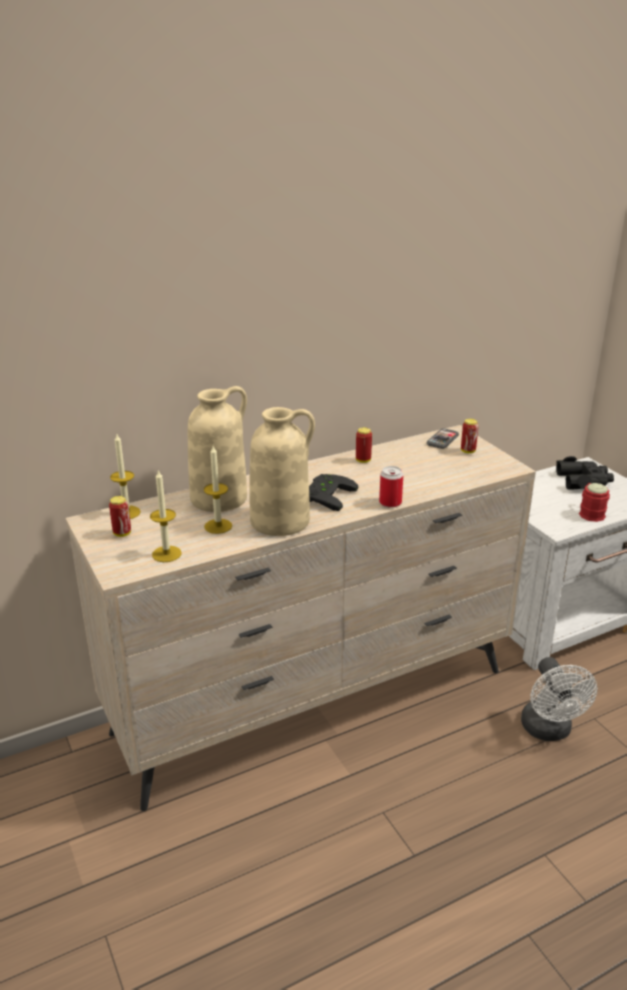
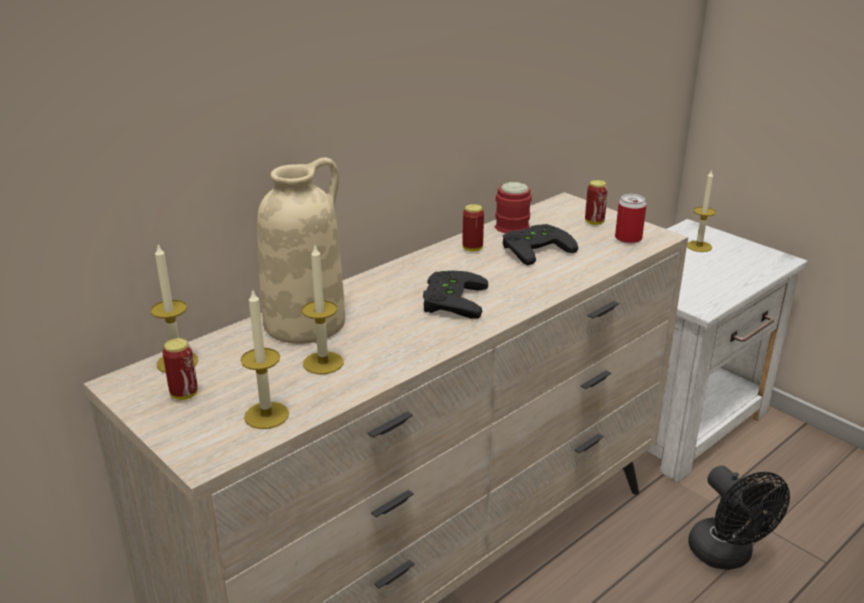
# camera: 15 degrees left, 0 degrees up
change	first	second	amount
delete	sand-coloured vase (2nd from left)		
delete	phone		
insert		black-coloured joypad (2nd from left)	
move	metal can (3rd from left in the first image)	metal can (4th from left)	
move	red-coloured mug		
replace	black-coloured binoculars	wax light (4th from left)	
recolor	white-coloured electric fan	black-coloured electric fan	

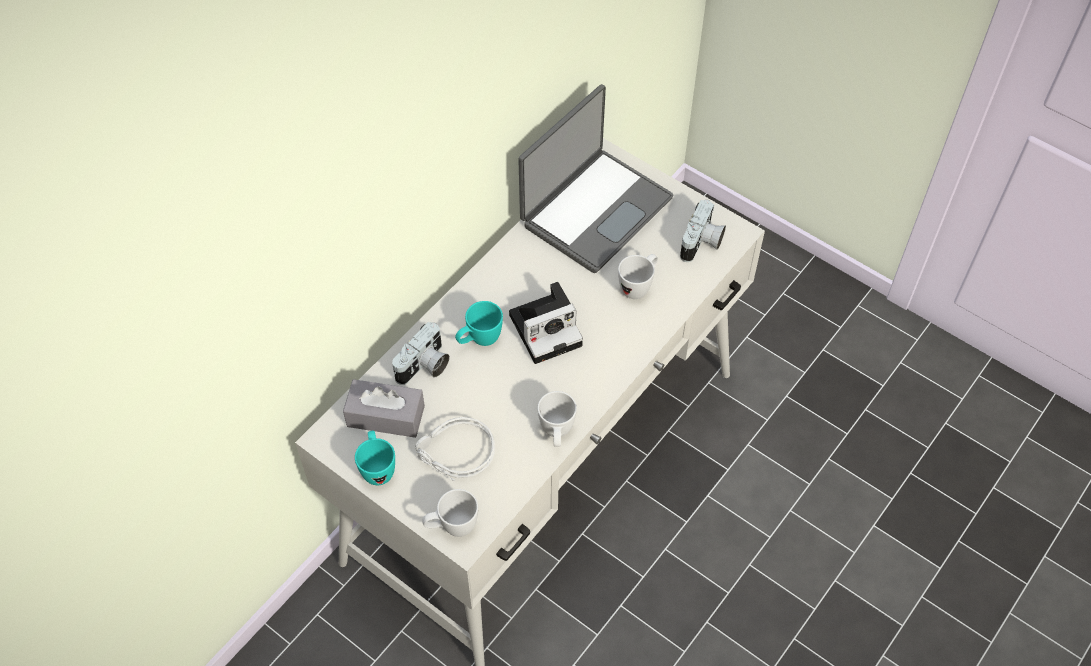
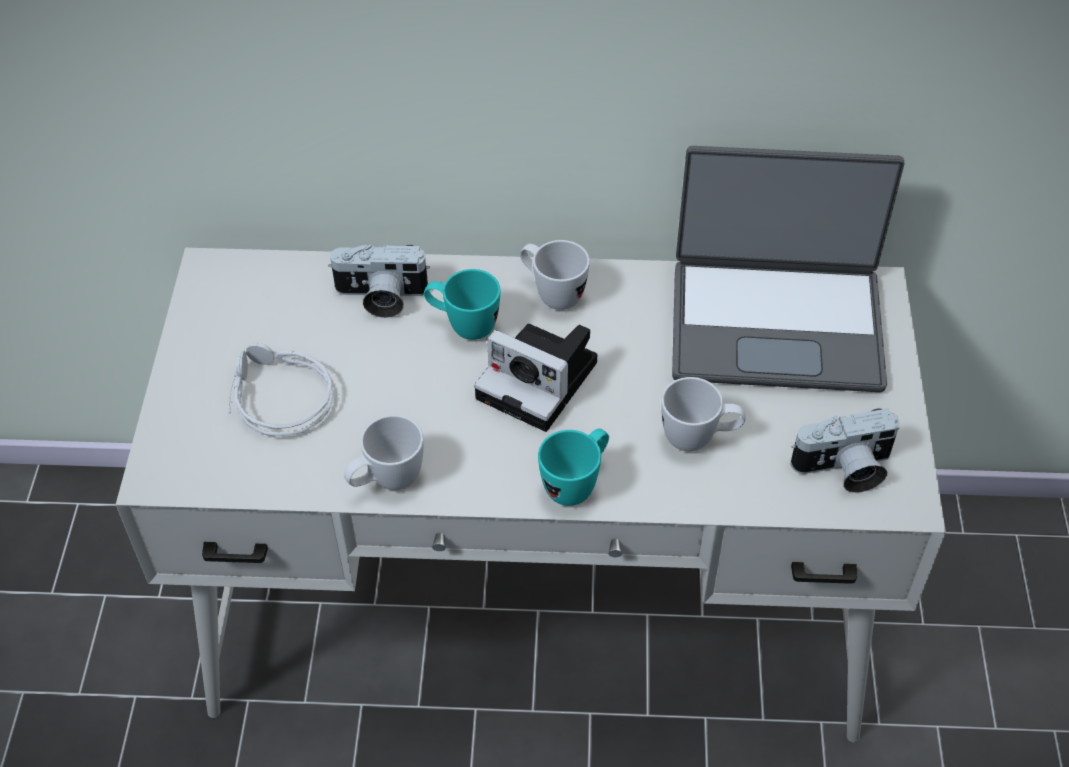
# camera: 55 degrees right, 5 degrees down
change	first	second	amount
delete	gray tissue box		
move	turquoise mug (1st from left in the first image)	turquoise mug (2nd from left)	
move	white-coloured mug (1st from left in the first image)	white-coloured mug (2nd from left)	

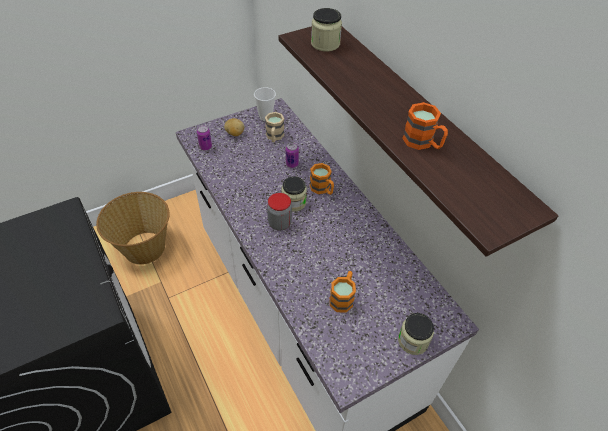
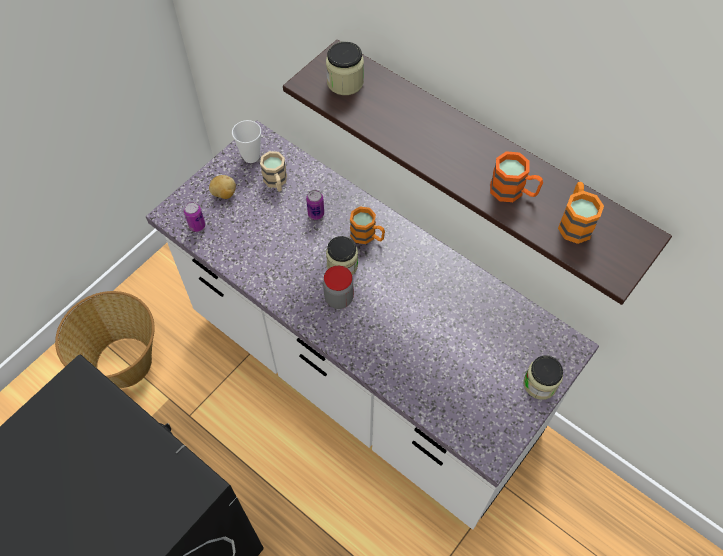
# camera: 20 degrees left, 10 degrees up
change	first	second	amount
move	orangey mug (2nd from left in the first image)	orangey mug (3rd from left)	

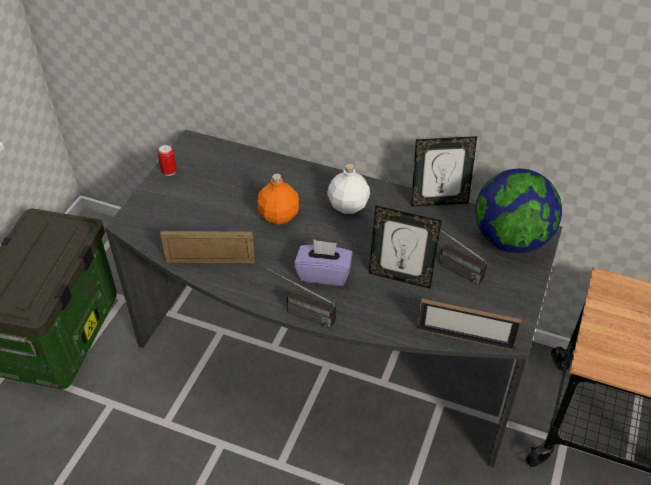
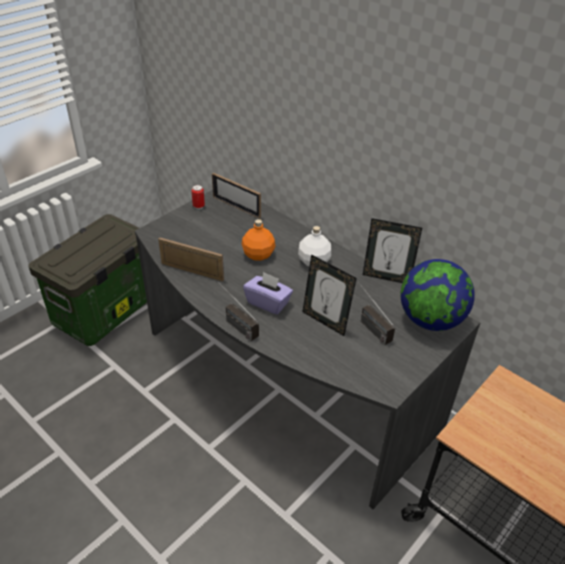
# camera: 20 degrees right, 5 degrees down
change	first	second	amount
move	picture frame (4th from left in the first image)	picture frame (2nd from left)	

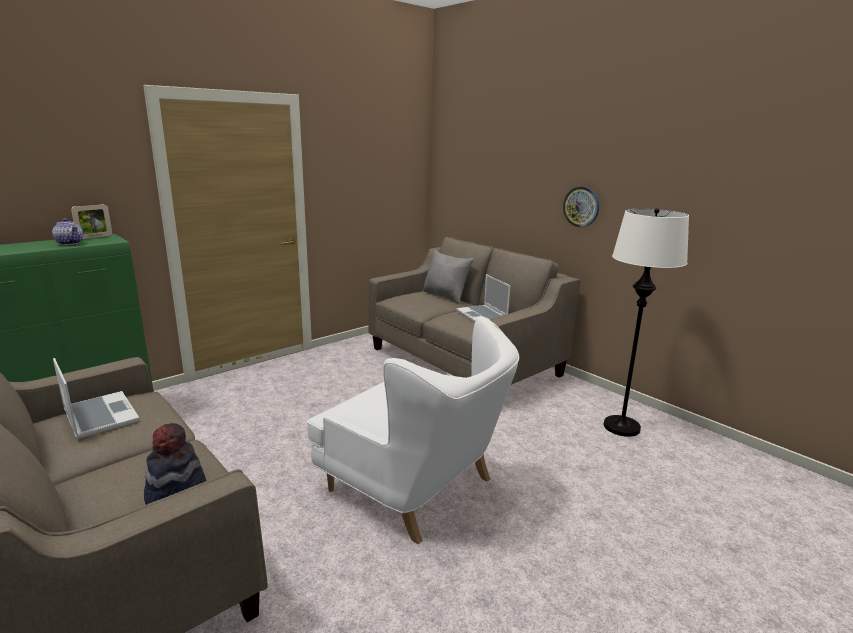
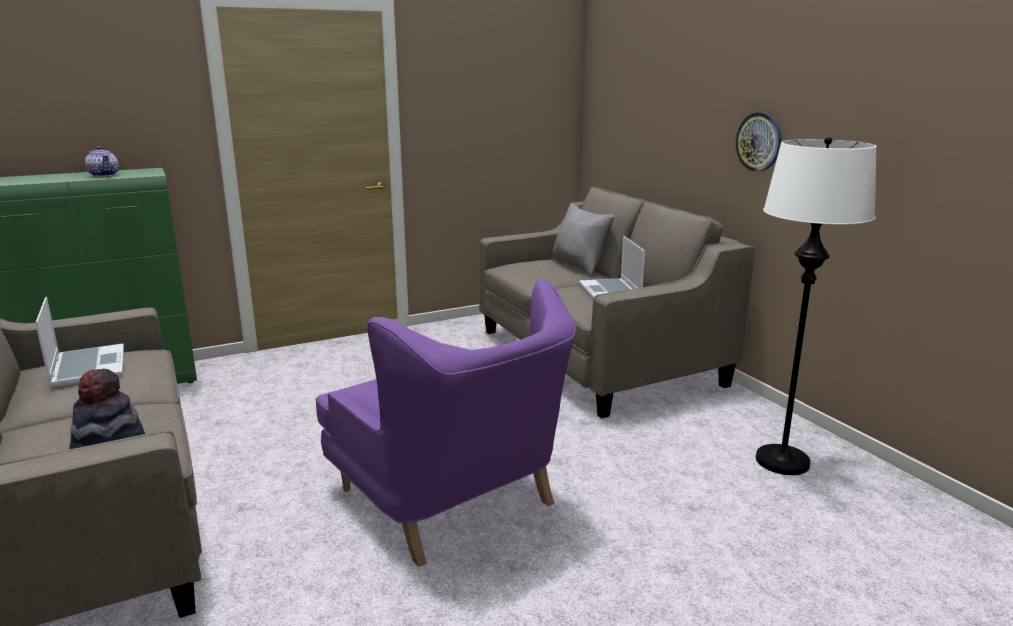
# camera: 15 degrees right, 0 degrees up
change	first	second	amount
delete	picture frame		
recolor	white-coloured lounge chair	purplish lounge chair	

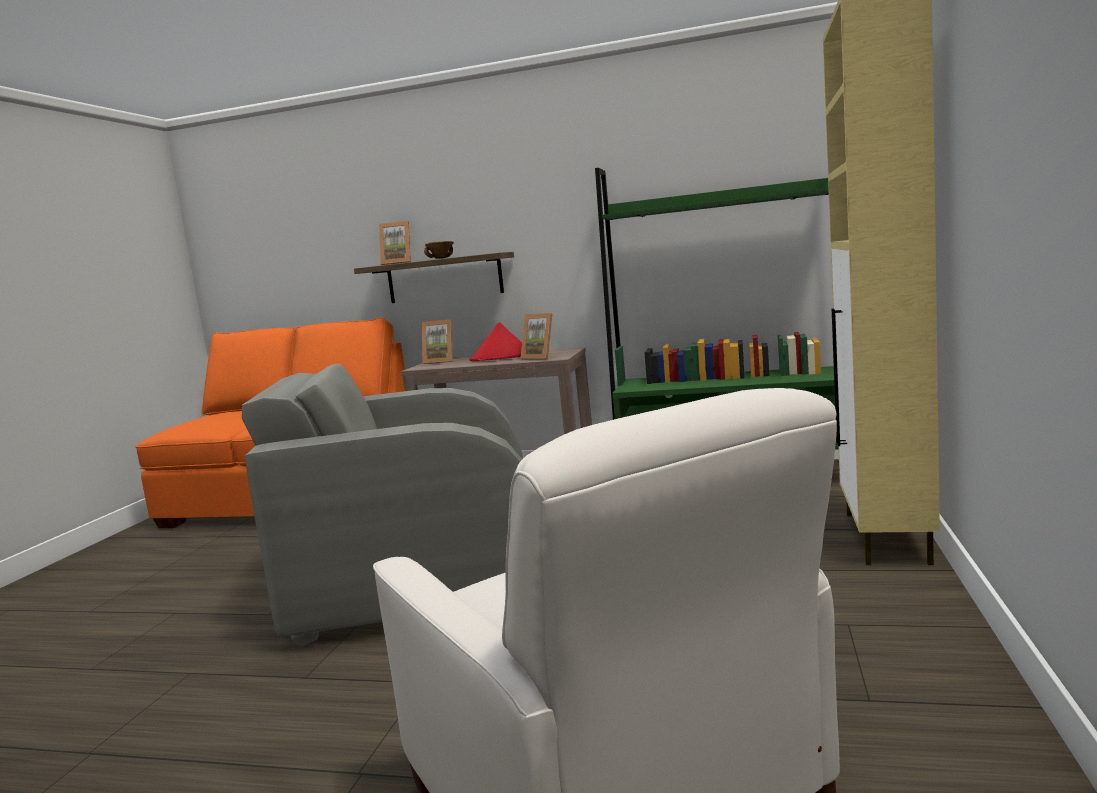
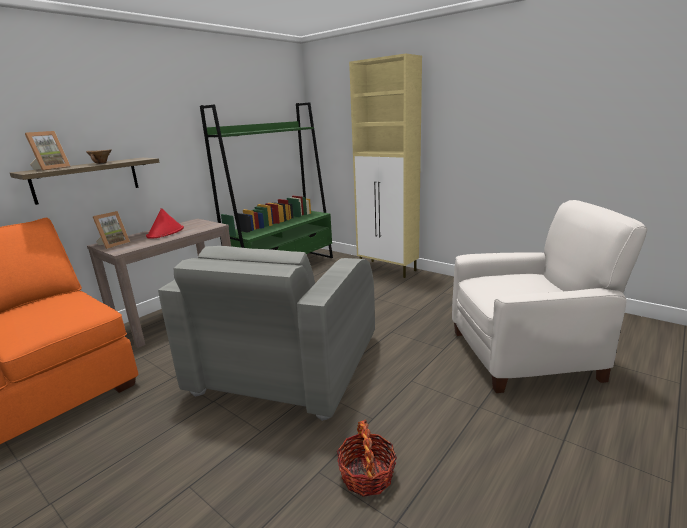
# camera: 65 degrees left, 10 degrees up
change	first	second	amount
delete	picture frame (3rd from left)		
insert		storage basket	

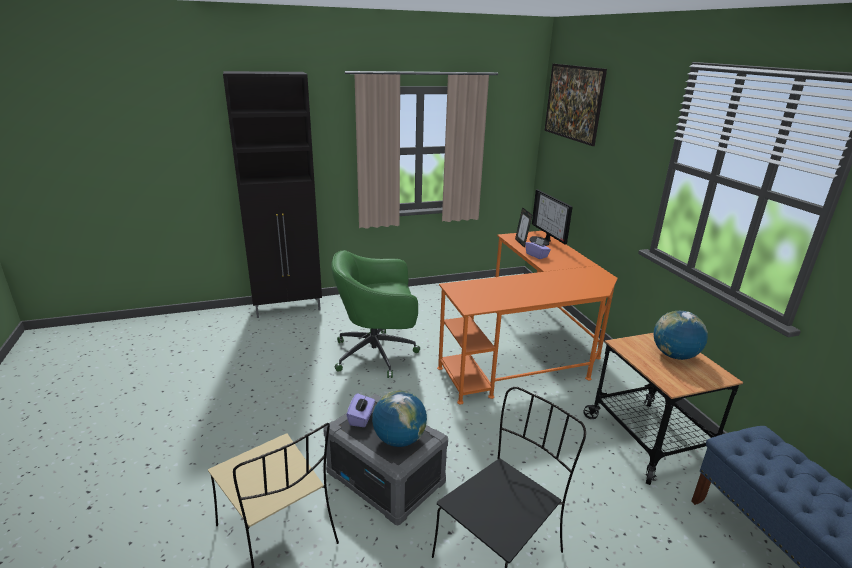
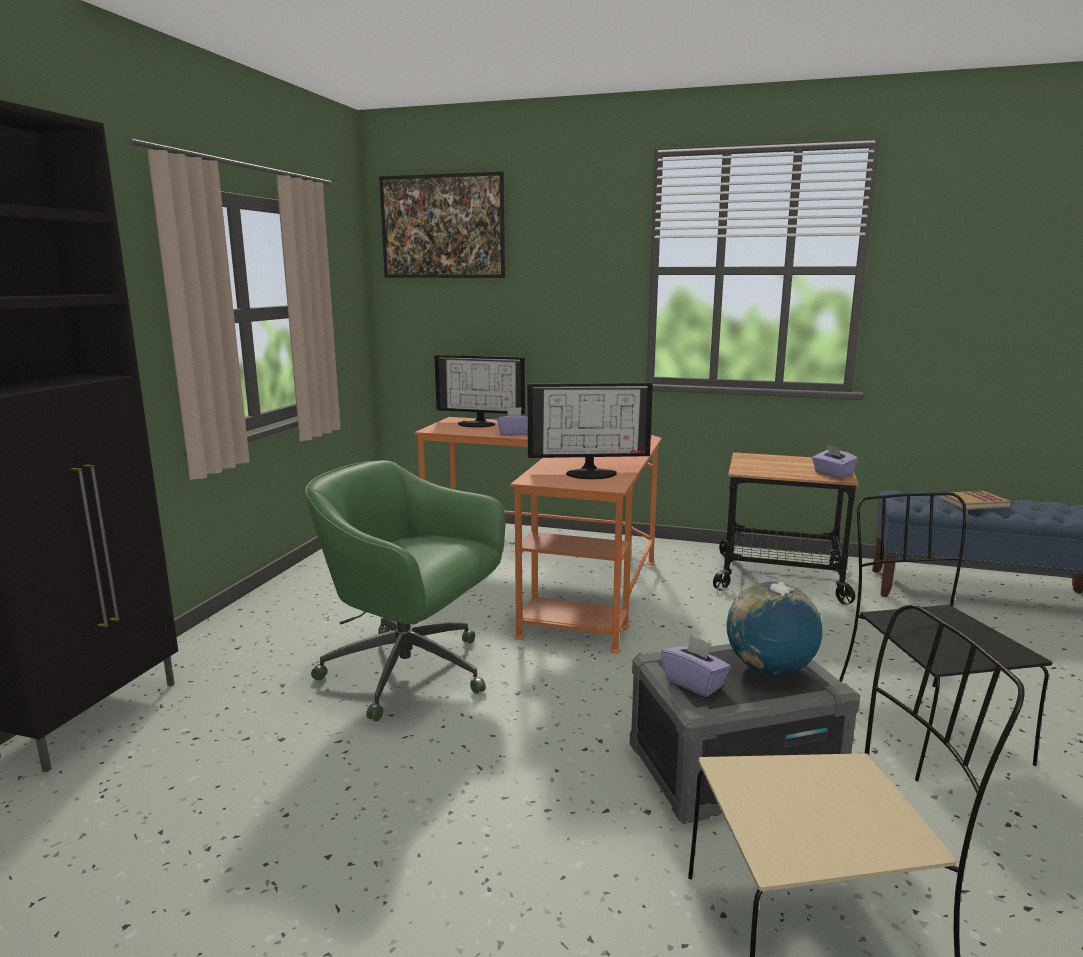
# camera: 55 degrees left, 10 degrees down
change	first	second	amount
delete	picture frame		
delete	globe (2nd from left)		
insert		computer screen (2nd from left)	
insert		purplish tissue box (3rd from left)	
insert		volume	
rotate	green desk chair		90 degrees clockwise

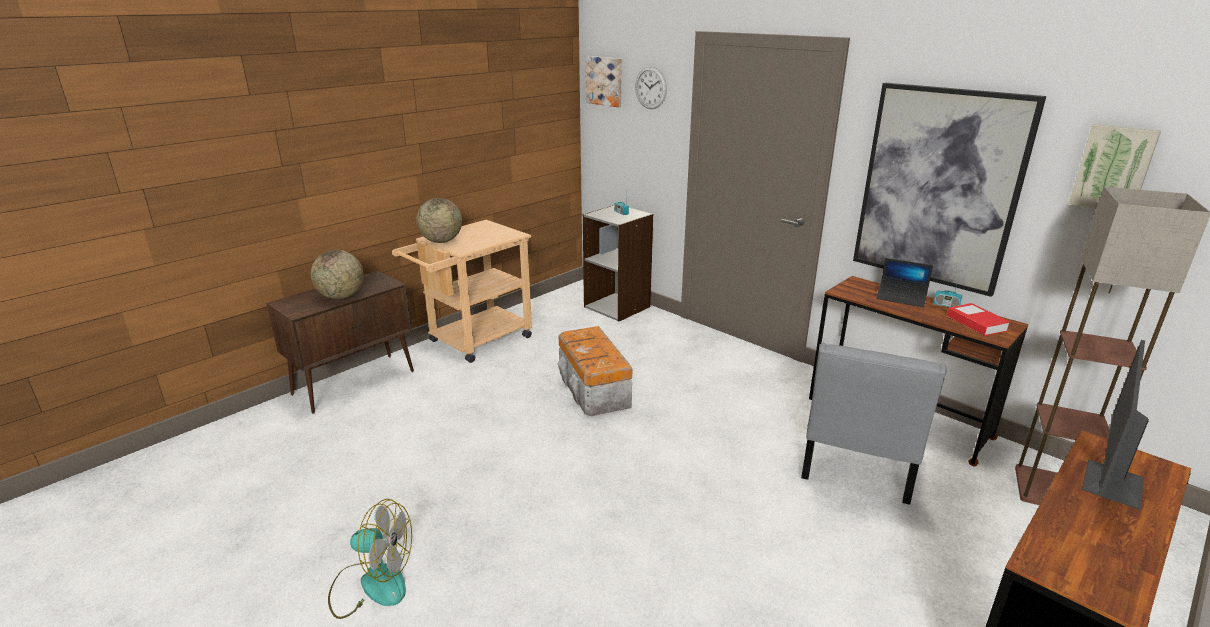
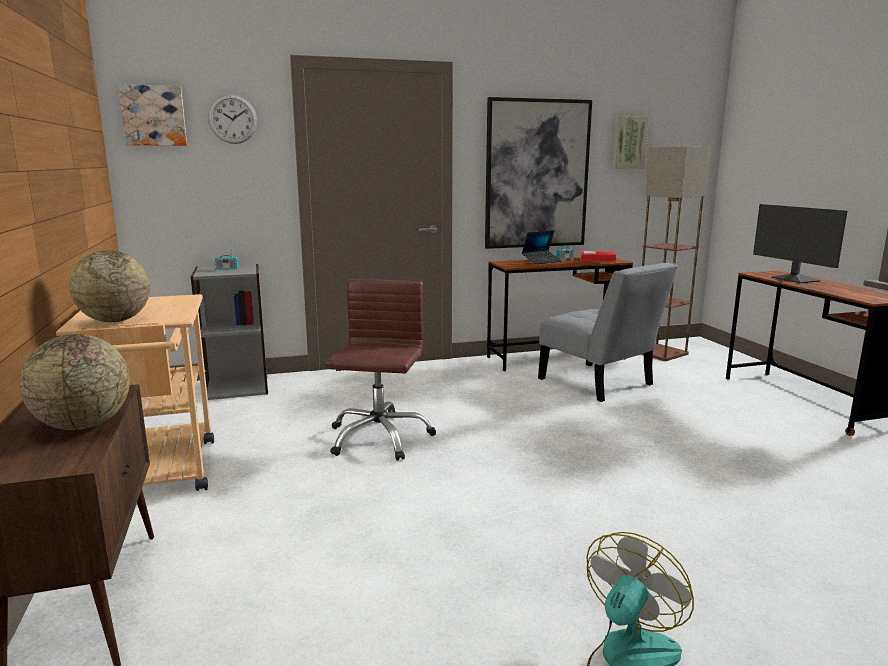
# camera: 60 degrees left, 10 degrees down
change	first	second	amount
replace	storage container	brown-coloured desk chair	

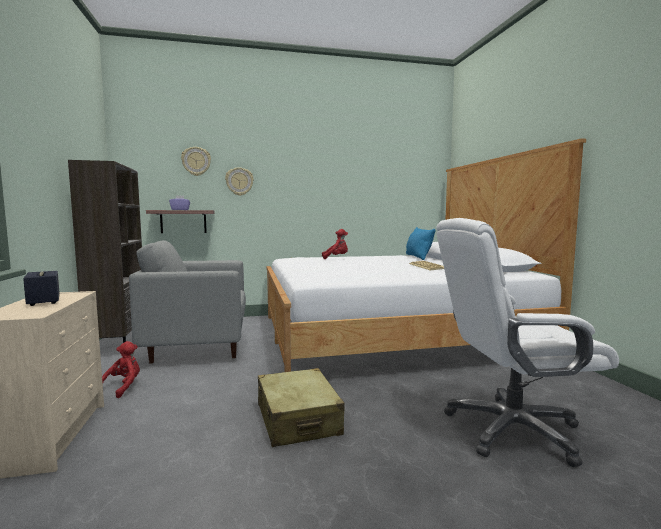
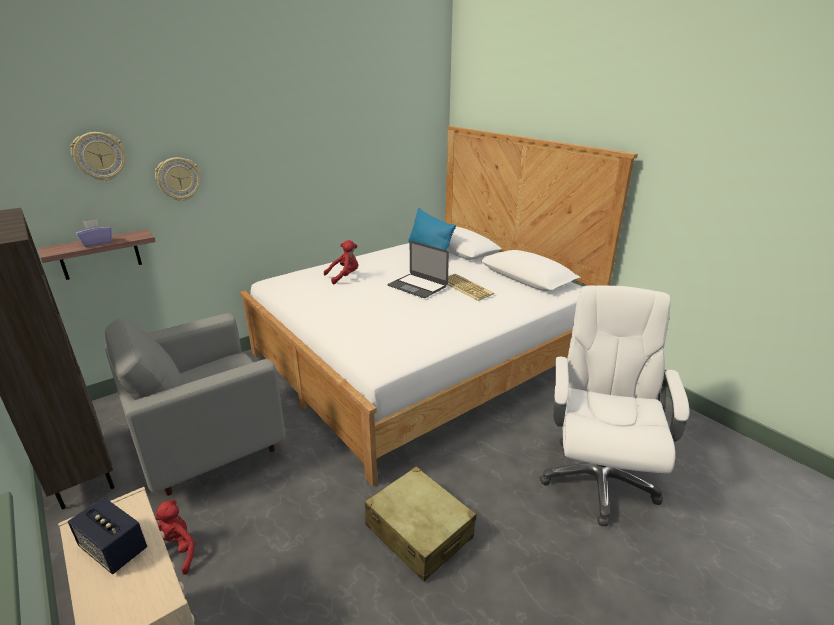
# camera: 25 degrees left, 20 degrees up
change	first	second	amount
insert		laptop	
rotate	white-coloured desk chair		135 degrees clockwise

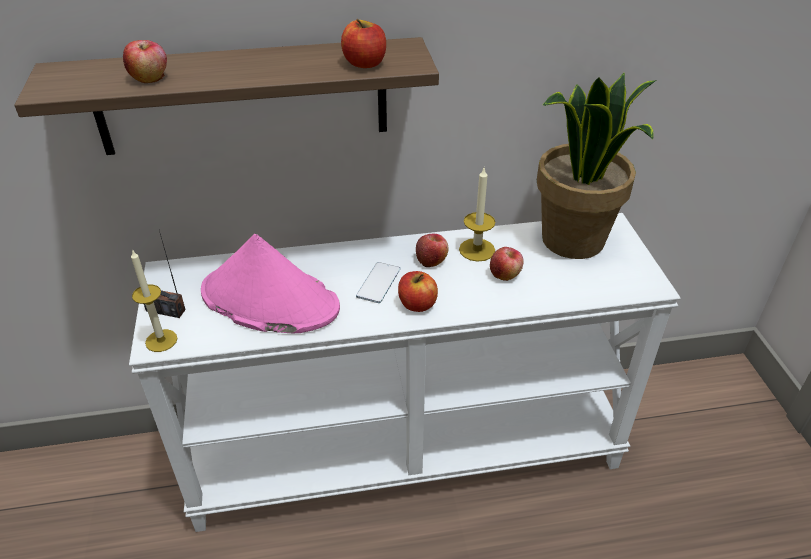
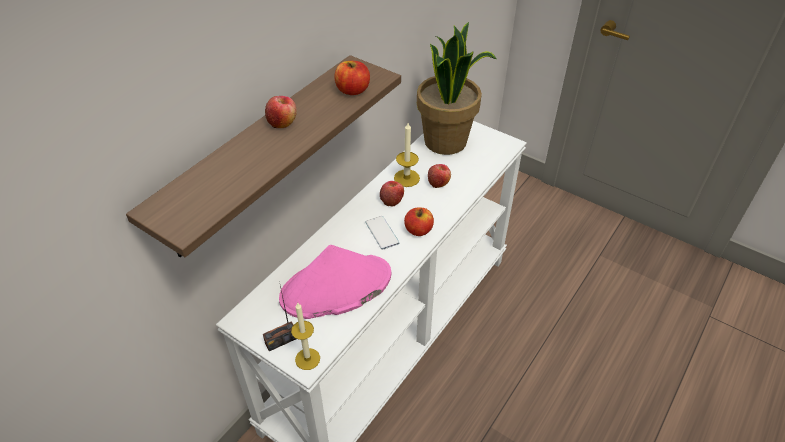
# camera: 45 degrees left, 5 degrees up
change	first	second	amount
move	whole apple (1st from left)		

